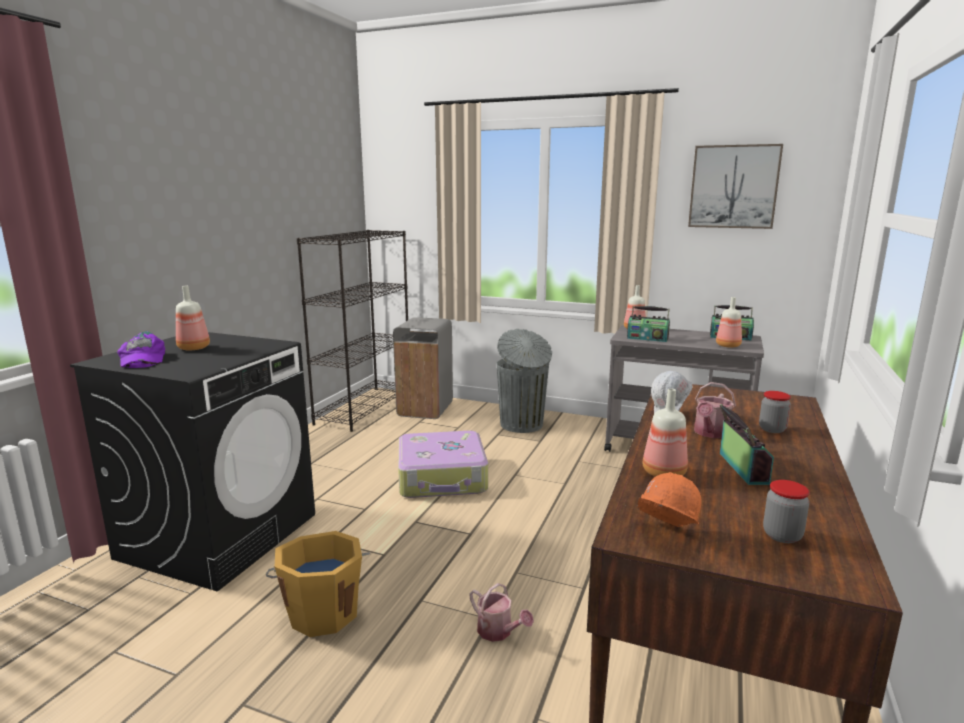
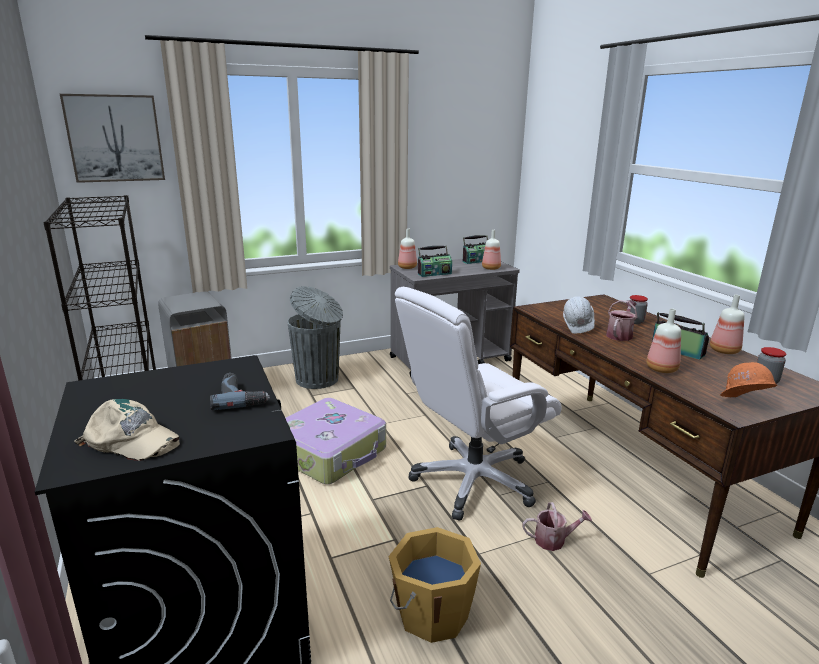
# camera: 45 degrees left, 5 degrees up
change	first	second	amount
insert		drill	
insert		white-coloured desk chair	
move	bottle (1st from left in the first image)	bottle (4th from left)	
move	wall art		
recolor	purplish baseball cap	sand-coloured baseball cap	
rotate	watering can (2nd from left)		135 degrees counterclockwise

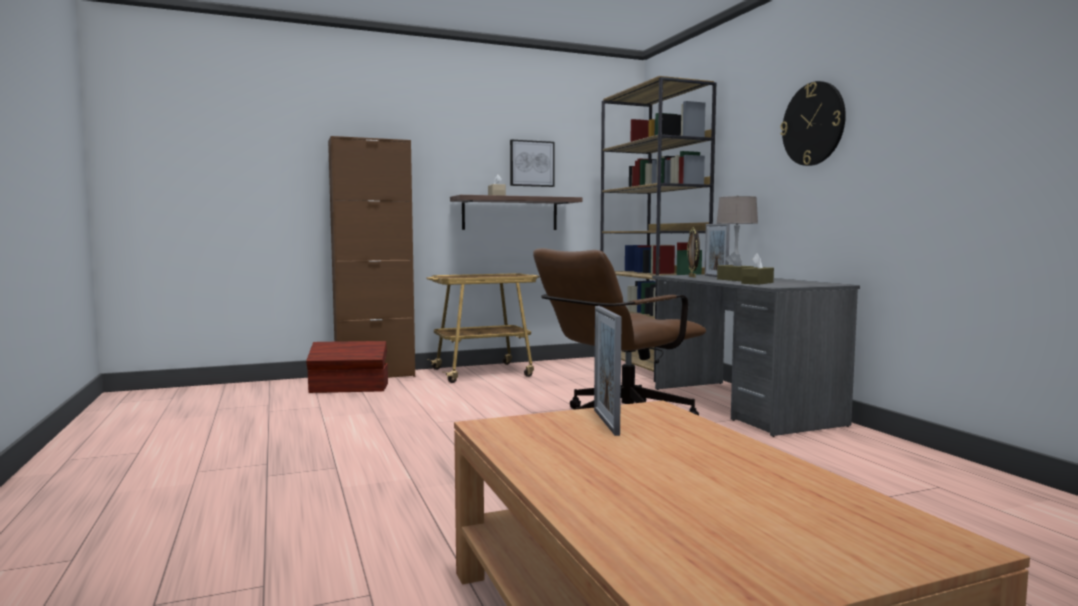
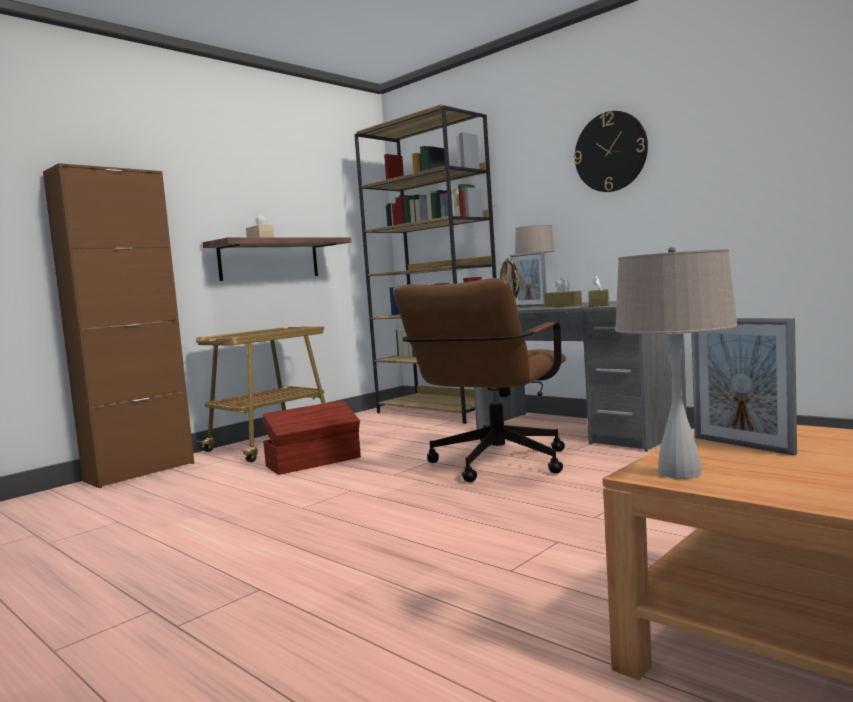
# camera: 25 degrees left, 0 degrees up
change	first	second	amount
delete	wall art		
insert		sand-coloured table lamp (2nd from left)	
move	brown-coloured storage container		

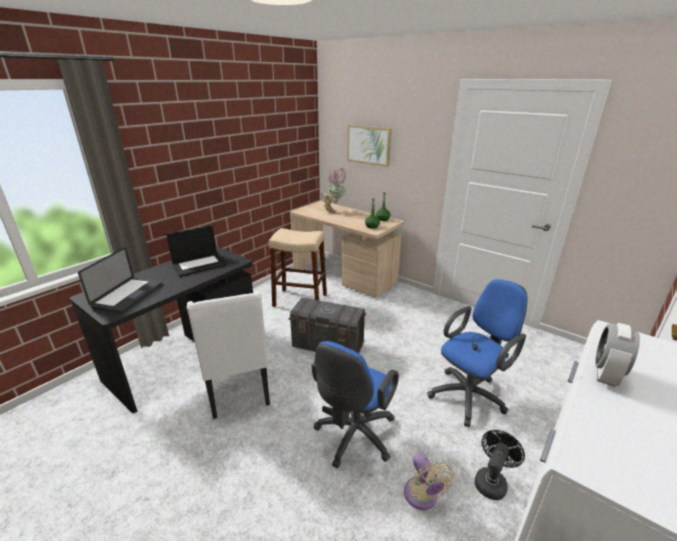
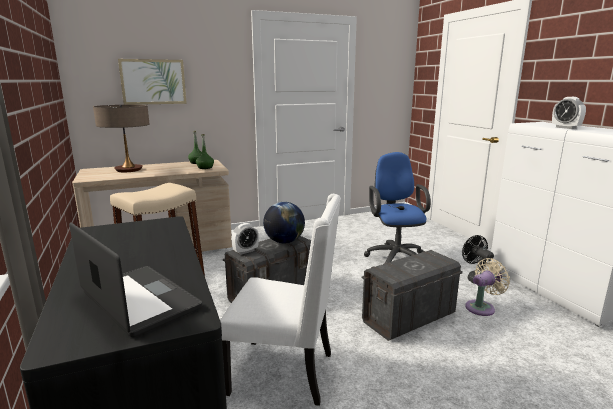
# camera: 60 degrees left, 10 degrees down
change	first	second	amount
delete	laptop (2nd from left)		
insert		bedside clock (1st from left)	
insert		globe	
replace	blue desk chair (1st from left)	gray storage container (2nd from left)	
replace	potted plant	table lamp	
rotate	sand-coloured electric fan		45 degrees counterclockwise

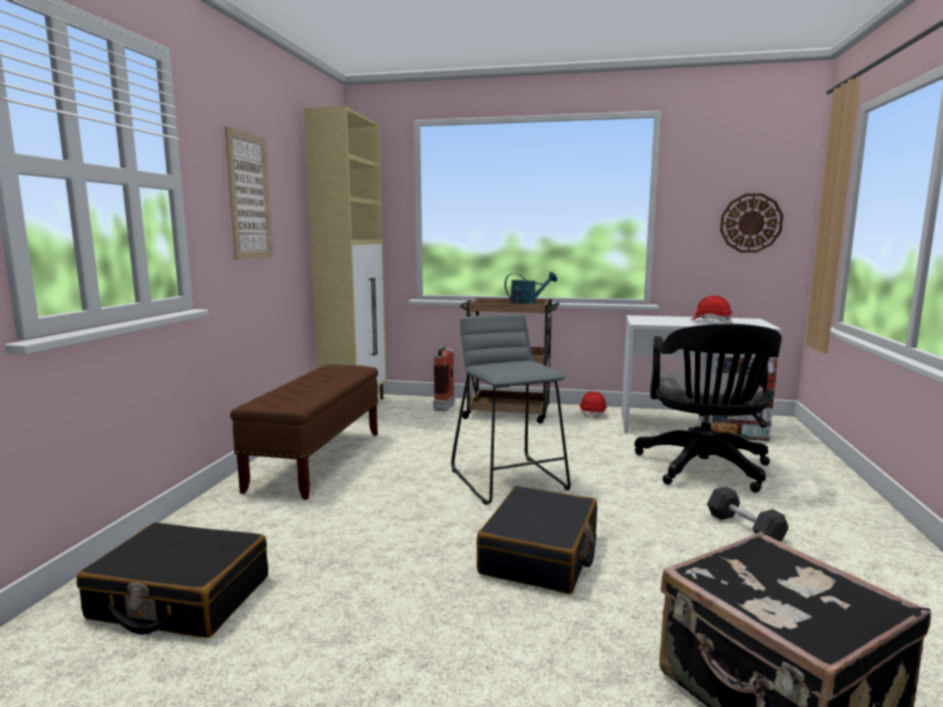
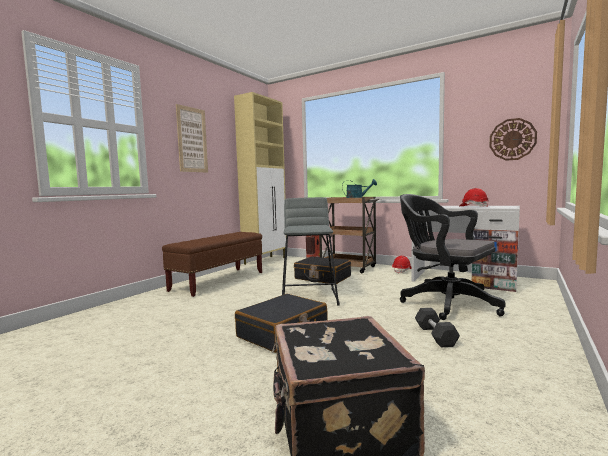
# camera: 20 degrees right, 5 degrees down
change	first	second	amount
move	black-coloured travel case (1st from left in the first image)	black-coloured travel case (2nd from left)	
rotate	black-coloured desk chair		105 degrees clockwise

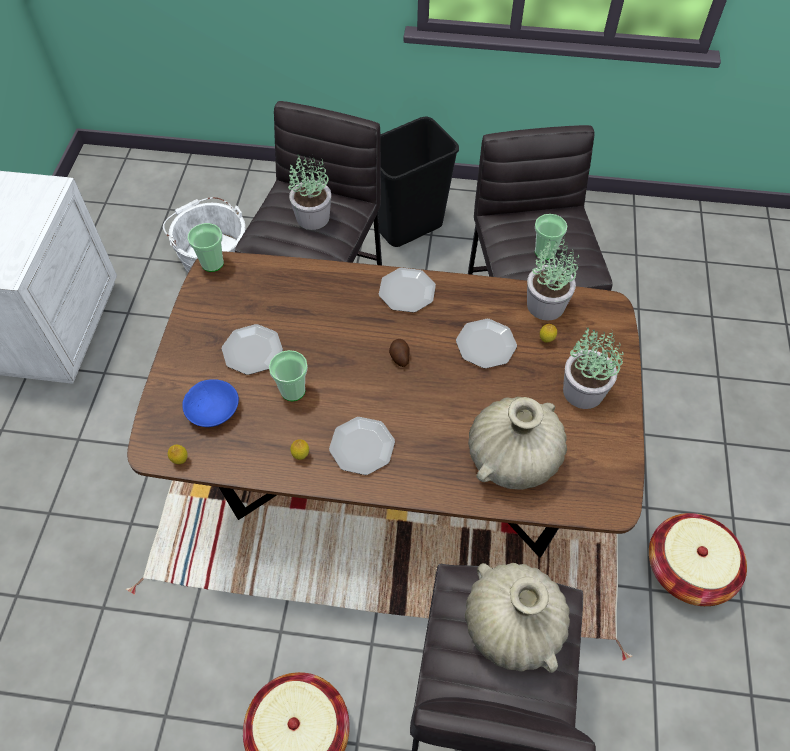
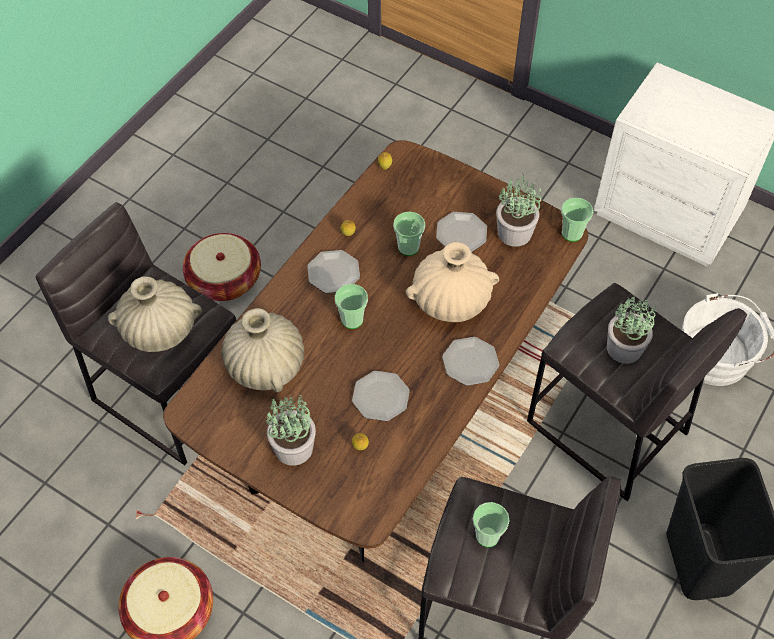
# camera: 115 degrees right, 0 degrees up
change	first	second	amount
delete	blue bowl		
delete	potato		
insert		drinking cup (1st from left)	
insert		sand-coloured vase (3rd from left)	
move	potted plant (2nd from left)		

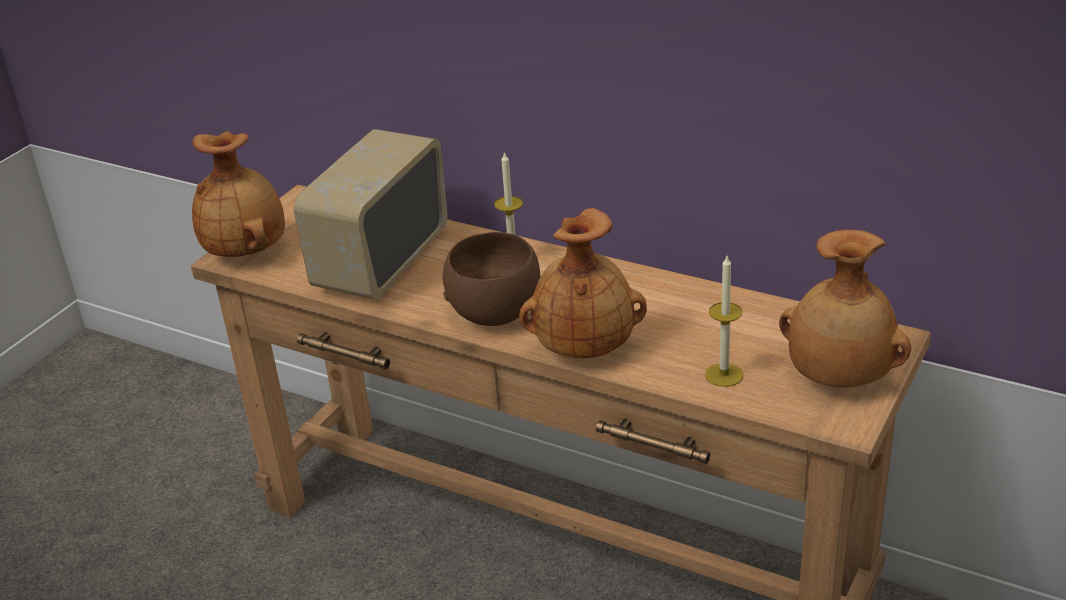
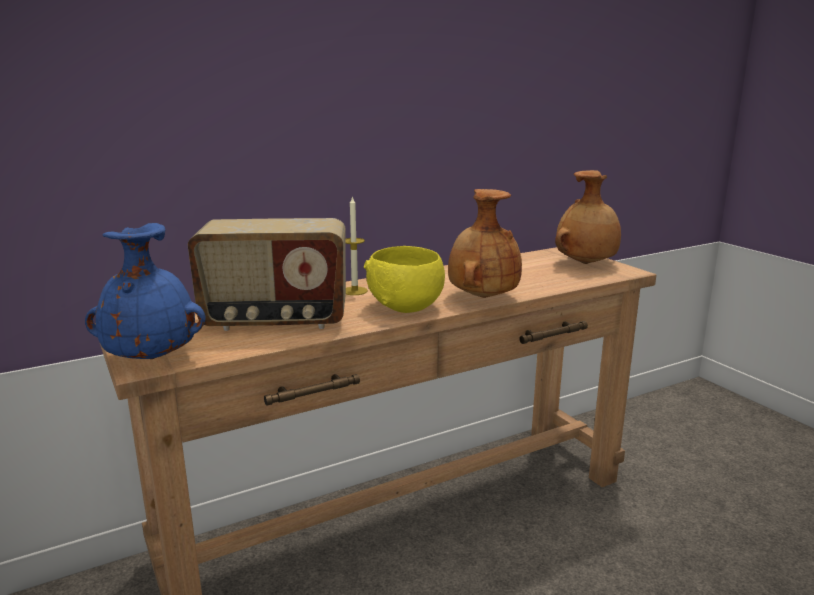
# camera: 60 degrees left, 15 degrees down
change	first	second	amount
delete	wax light (2nd from left)		
recolor	brown-coloured vase (1st from left)	blue vase	
recolor	brown-coloured bowl	yellowish bowl	
rotate	radio receiver		60 degrees counterclockwise

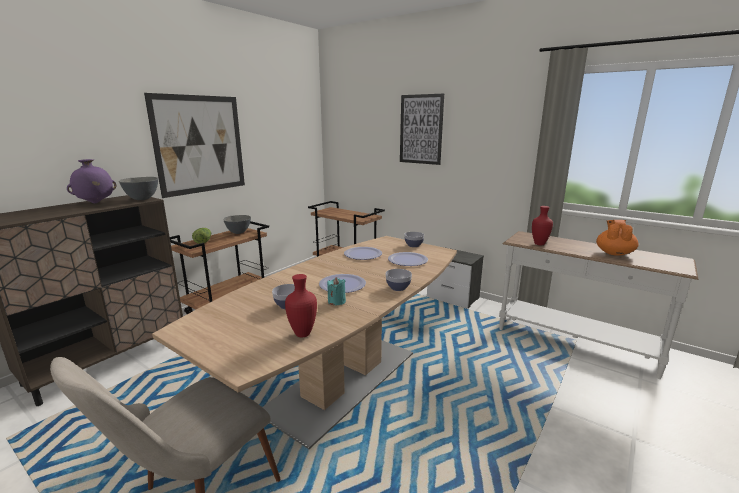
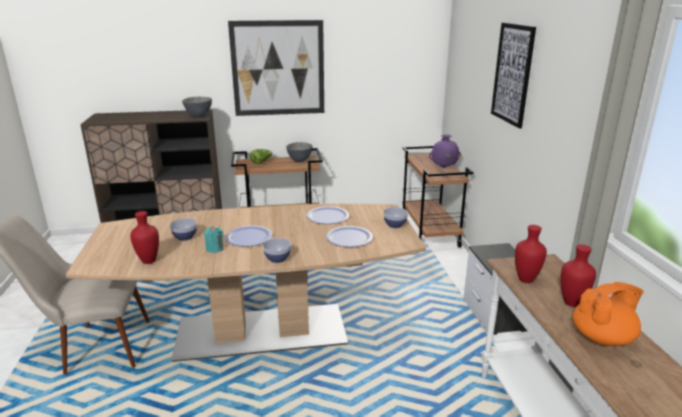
# camera: 45 degrees right, 5 degrees up
change	first	second	amount
insert		red-coloured vase (3rd from left)	
move	purplish vase		

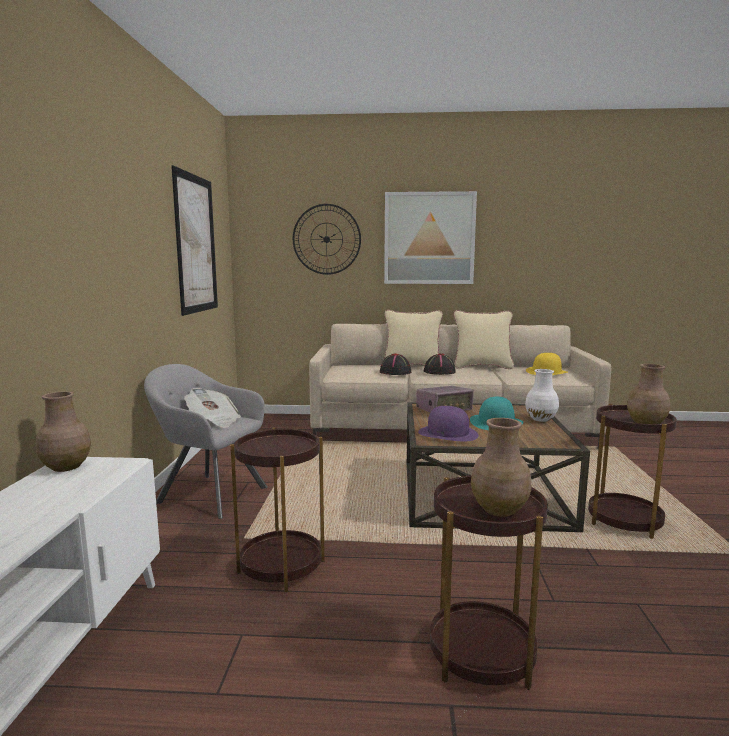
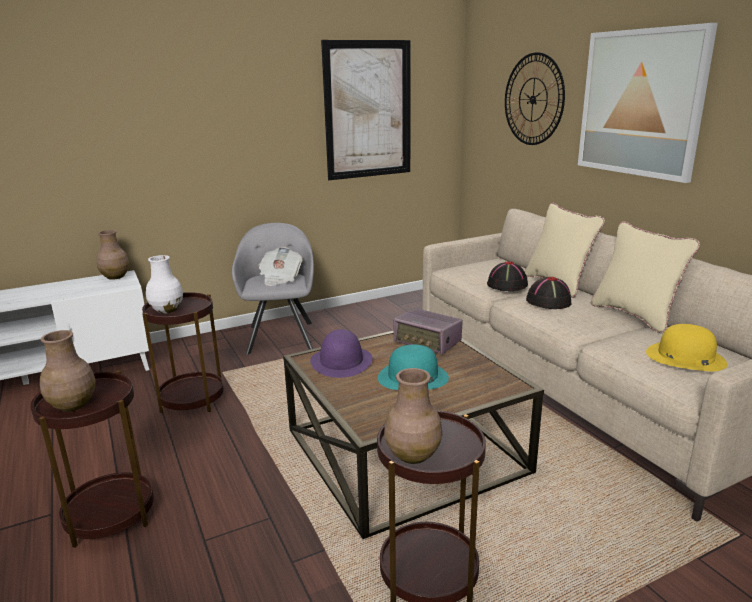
# camera: 60 degrees right, 10 degrees up
change	first	second	amount
move	white-coloured vase		

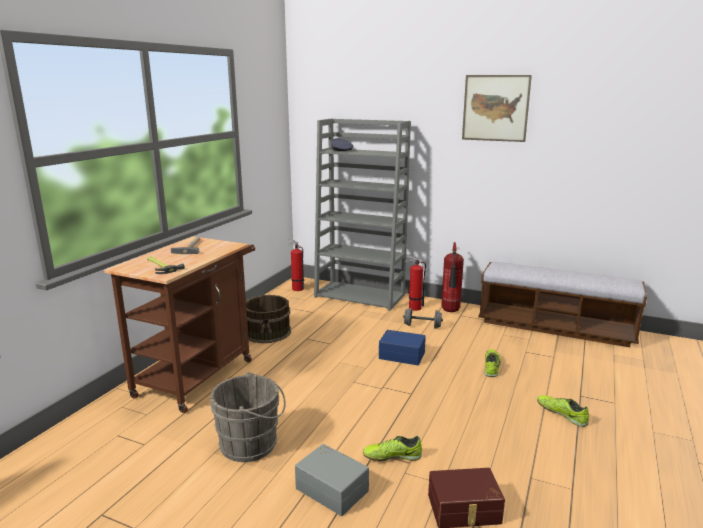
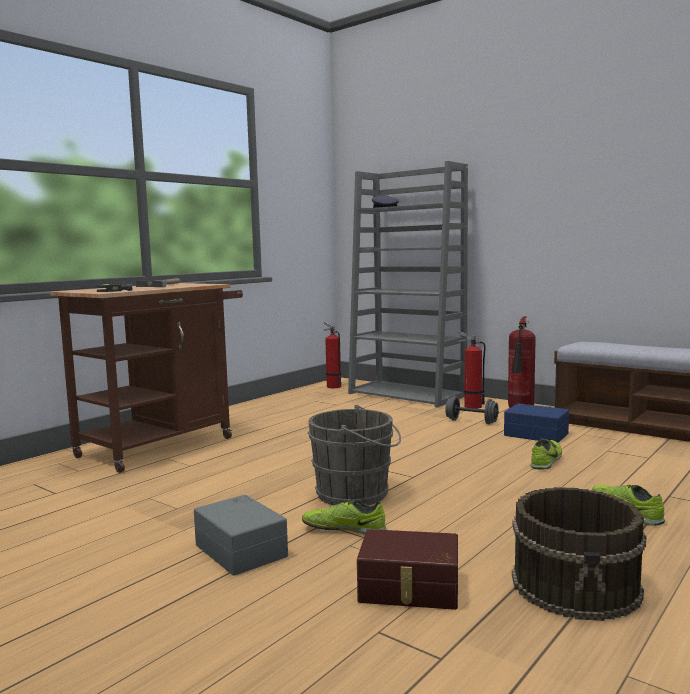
# camera: 15 degrees right, 10 degrees down
change	first	second	amount
delete	wall art		
move	gray bucket		
move	brown-coloured bucket		
move	blue storage container		

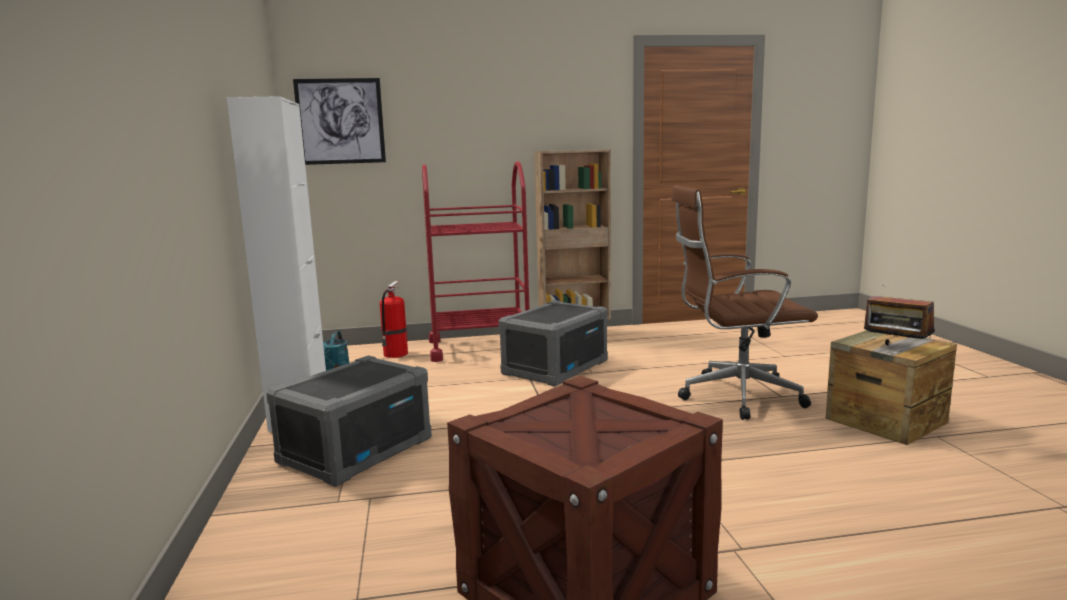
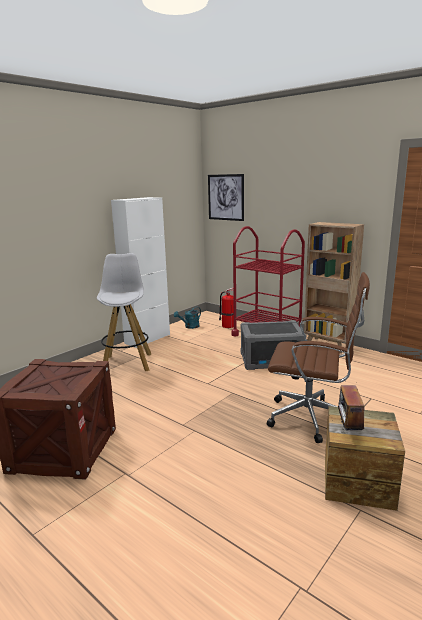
# camera: 50 degrees right, 5 degrees up
change	first	second	amount
replace	gray storage container (1st from left)	white-coloured stool	
rotate	brown-coloured desk chair		150 degrees clockwise

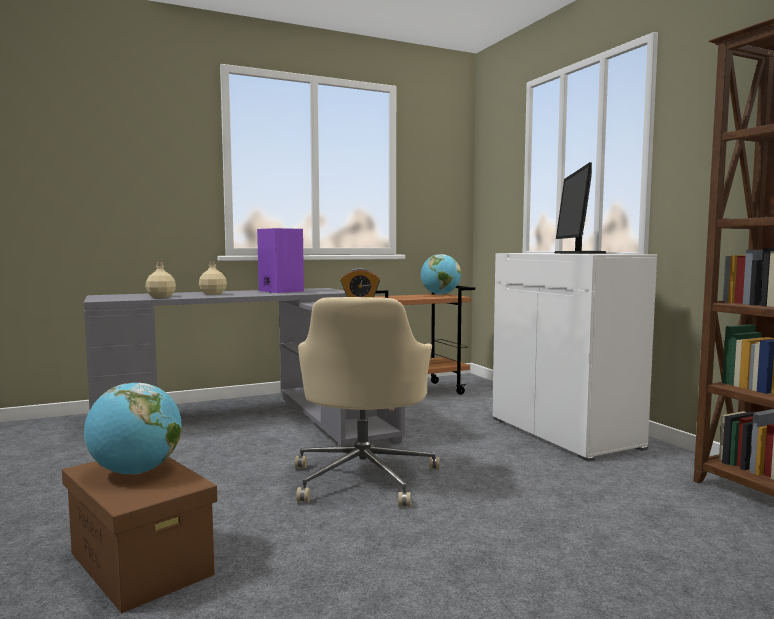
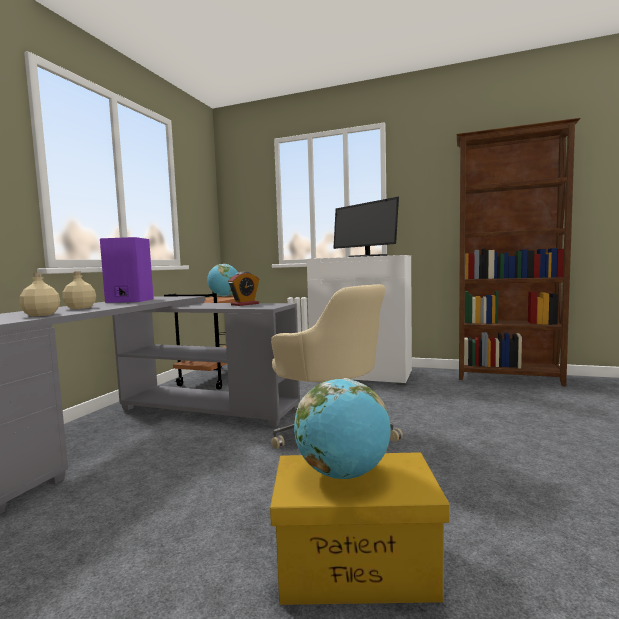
# camera: 45 degrees left, 0 degrees up
change	first	second	amount
recolor	brown-coloured storage container	yellowish storage container	

